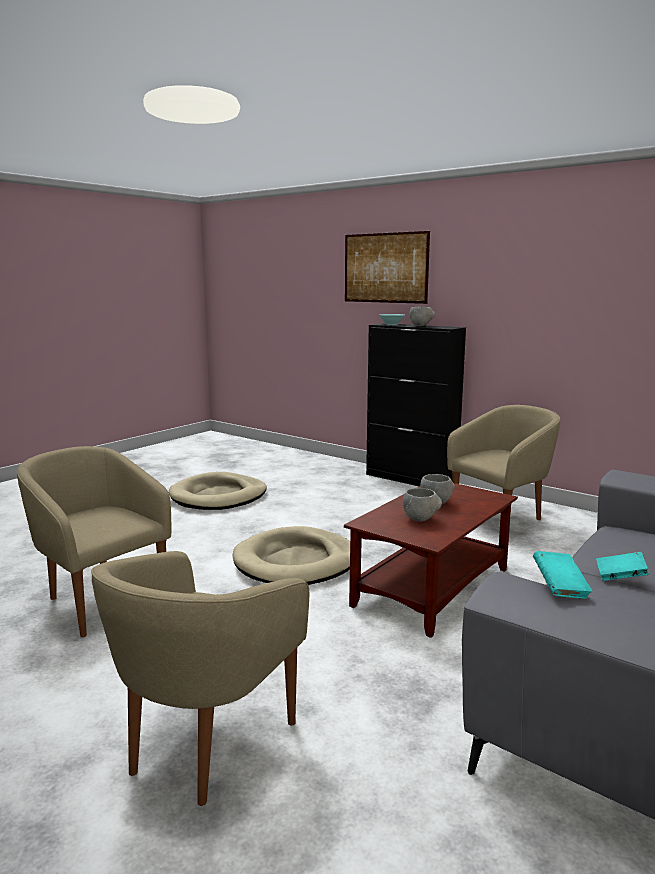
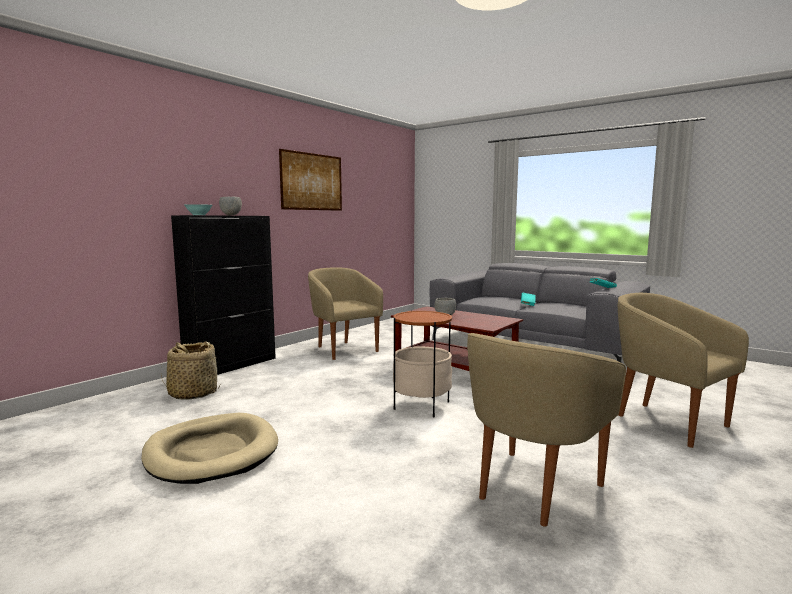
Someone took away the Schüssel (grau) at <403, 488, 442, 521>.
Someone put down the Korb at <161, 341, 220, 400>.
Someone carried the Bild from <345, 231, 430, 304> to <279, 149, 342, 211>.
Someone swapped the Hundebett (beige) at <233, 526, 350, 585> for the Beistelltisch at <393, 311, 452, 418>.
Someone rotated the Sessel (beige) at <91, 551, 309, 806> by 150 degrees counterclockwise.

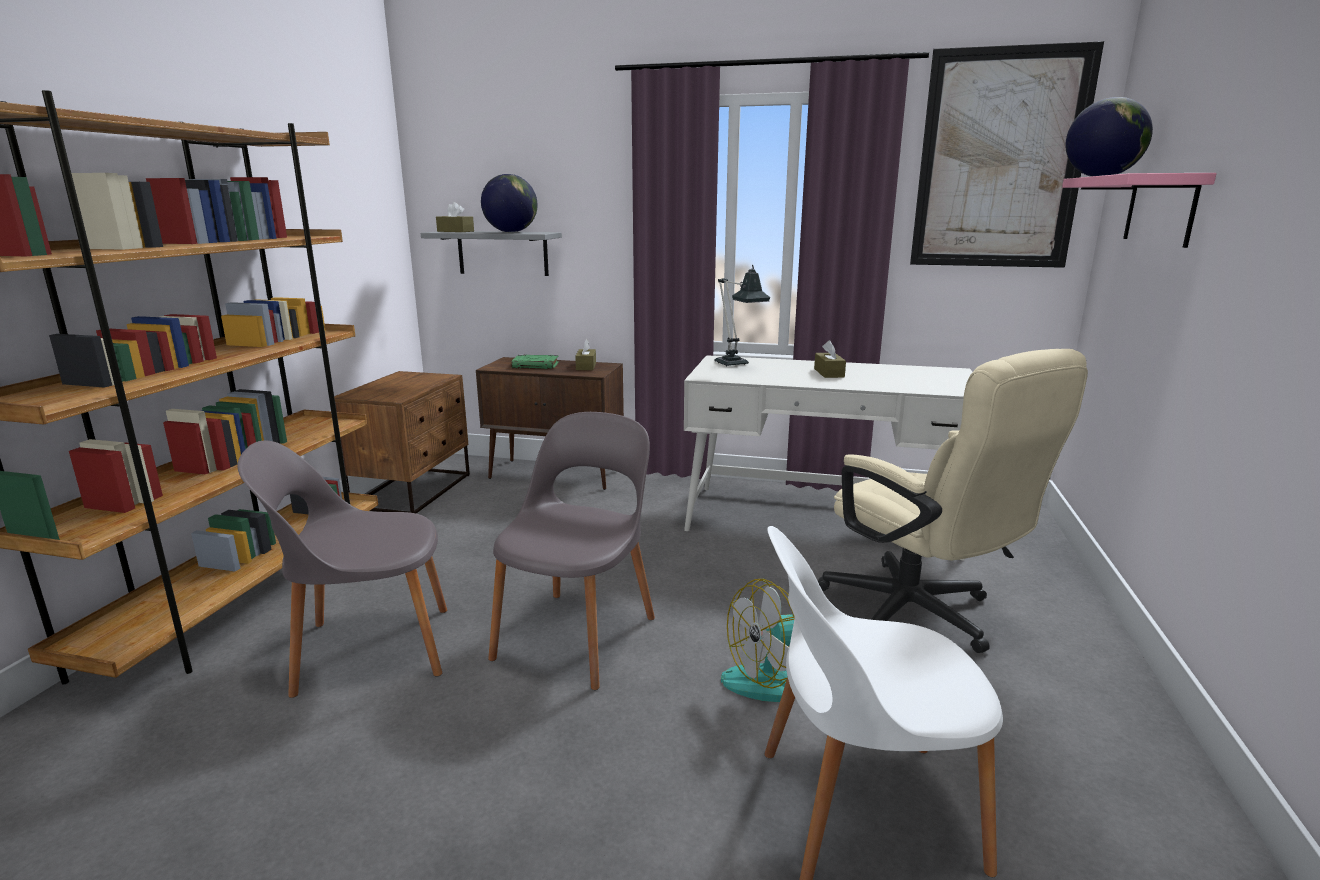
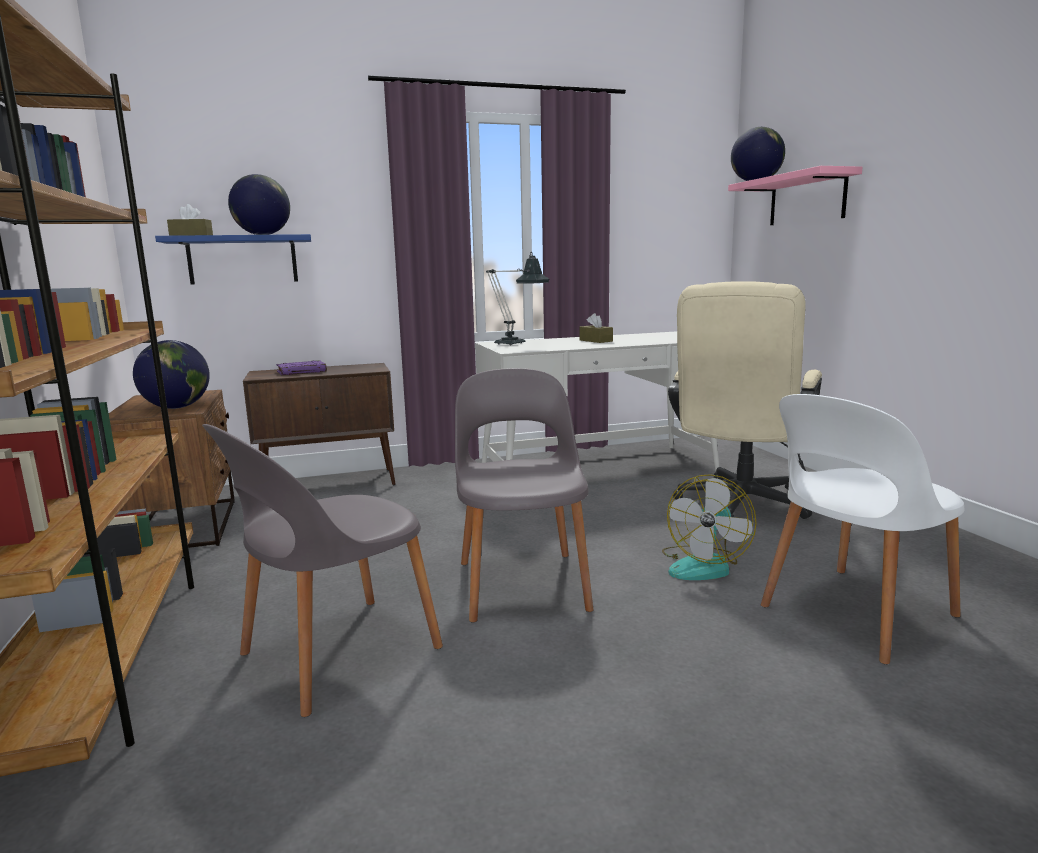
Someone took away the Taschentuchbox (braun) at <575, 339, 596, 370>.
Someone took away the Bild at <910, 41, 1104, 268>.
Someone put down the Globus at <133, 340, 210, 409>.
Someone repainted the Wandregal (grau) at <421, 231, 562, 276>, which became the Wandregal (blau) at <155, 234, 311, 284>.
Someone repainted the Buch (grün) at <511, 354, 559, 369>, which became the Buch (lila) at <276, 360, 327, 375>.
Someone rotated the Bürostuhl (beige) at <818, 349, 1088, 653> by 90 degrees clockwise.

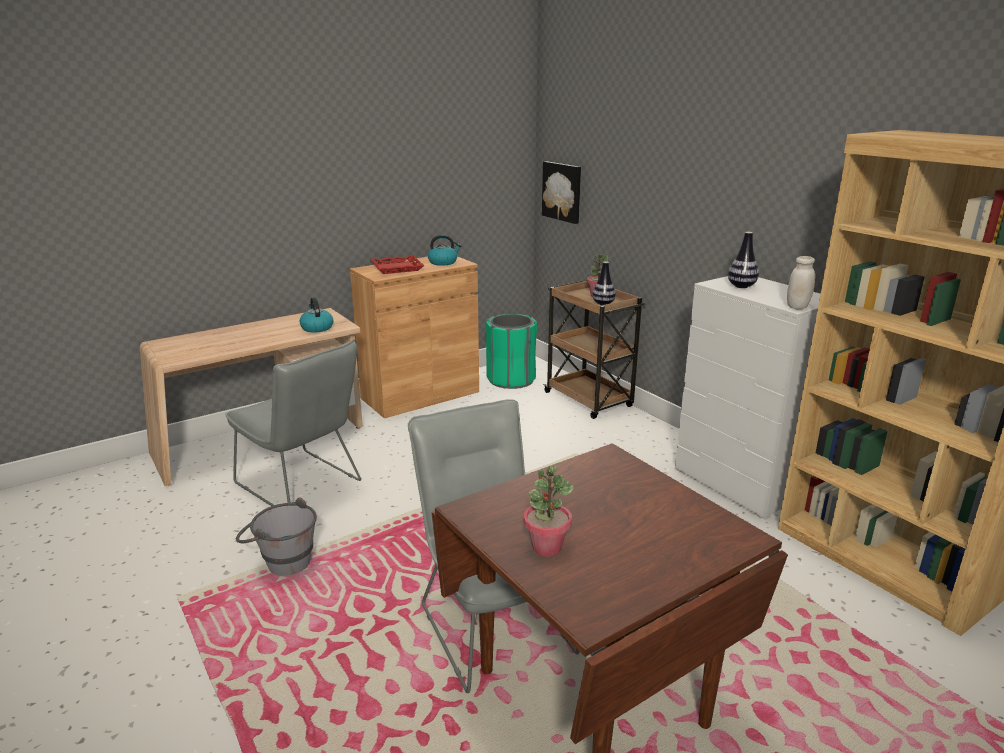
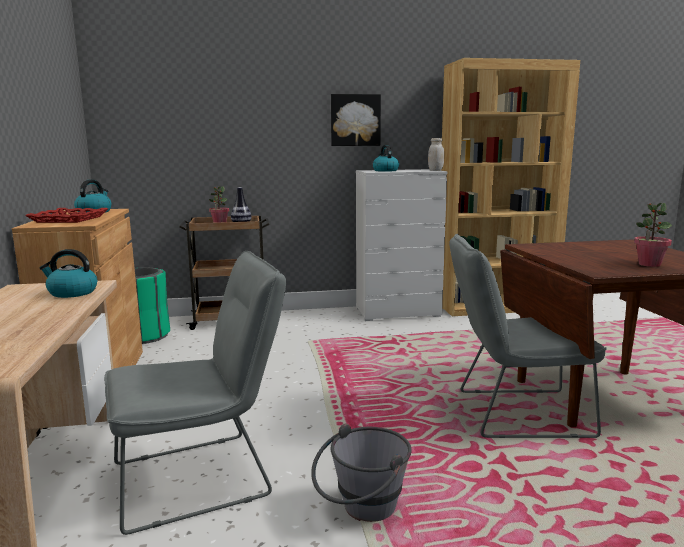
Someone carried the Bild from <542, 161, 581, 224> to <331, 94, 381, 146>.
Someone swapped the Vase at <728, 232, 759, 288> for the Wasserkessel at <373, 145, 399, 172>.

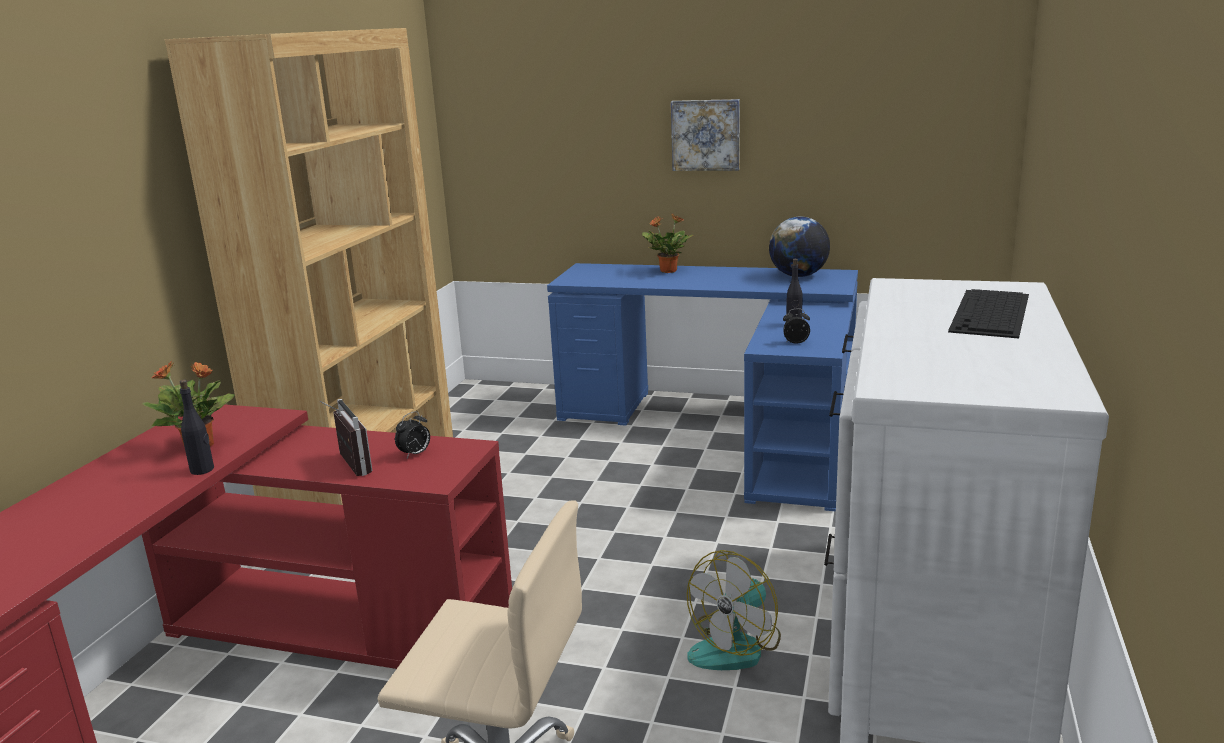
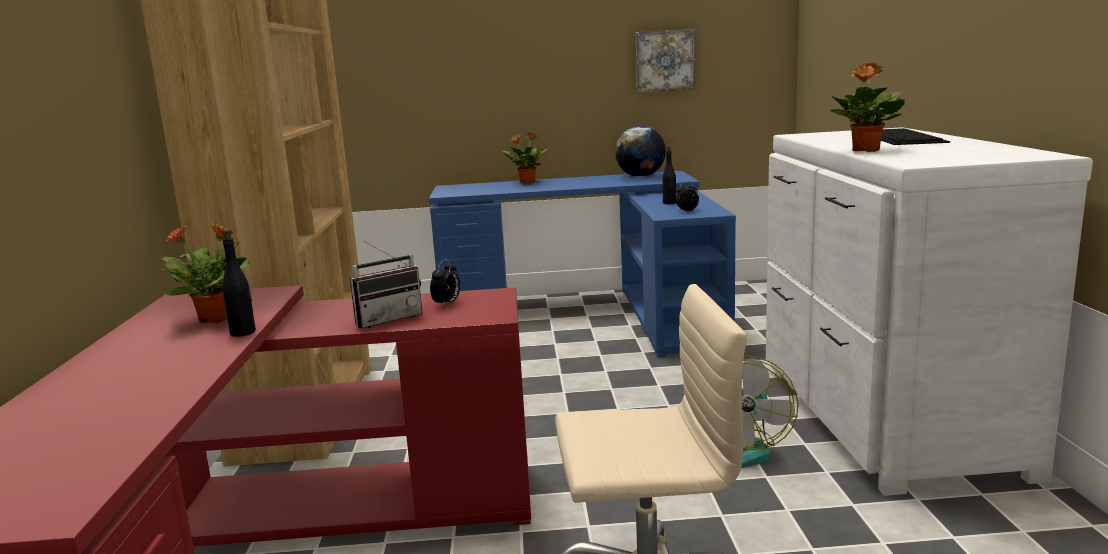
Someone put down the Topfpflanze at <830, 63, 905, 152>.
Someone carried the Bild from <671, 99, 740, 171> to <636, 29, 695, 92>.
Someone rotated the Radio at <320, 399, 372, 476> by 105 degrees clockwise.

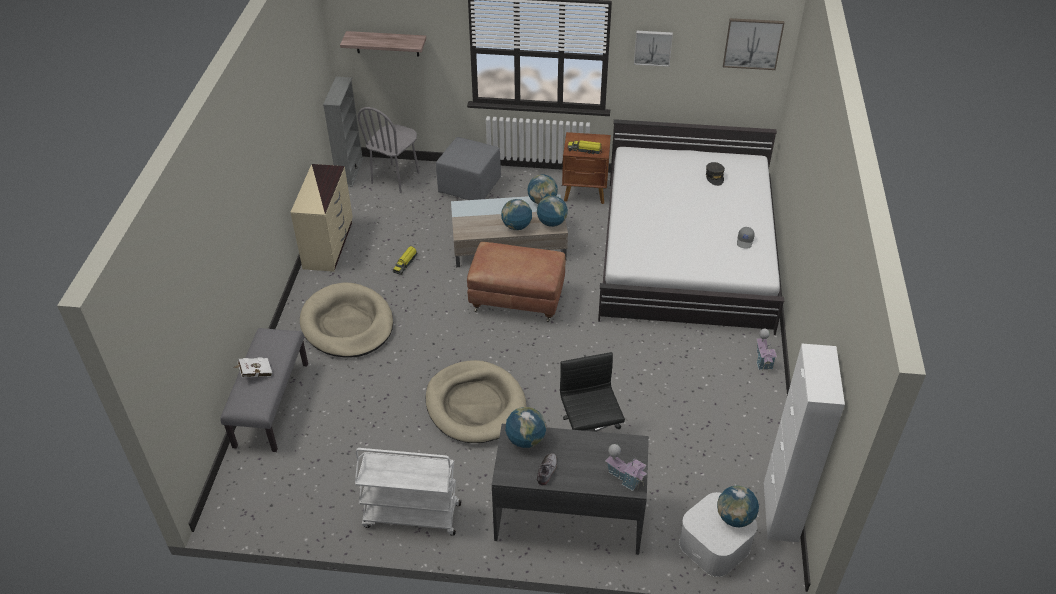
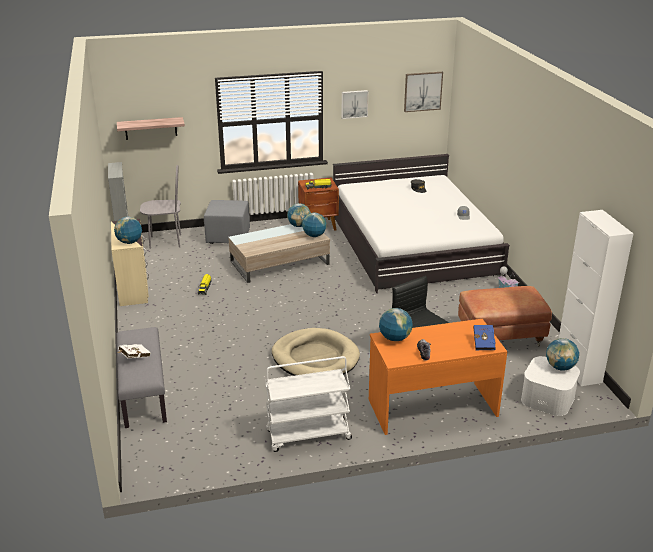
Someone took away the Hundebett (beige) at <300, 282, 393, 357>.
Someone carried the Polsterhocker (braun) from <467, 242, 566, 322> to <458, 286, 552, 347>.
Someone carried the Globus from <501, 199, 532, 230> to <114, 217, 142, 244>.
Someone swapped the Spielzeughaus at <605, 444, 647, 491> for the Buch (blau) at <473, 324, 496, 350>.
Someone repainted the Schreibtisch (grau) at <492, 424, 649, 555>, which became the Schreibtisch (orange) at <369, 319, 507, 435>.
Someone rotated the Stuhl (grau) at <357, 107, 419, 193> by 105 degrees counterclockwise.

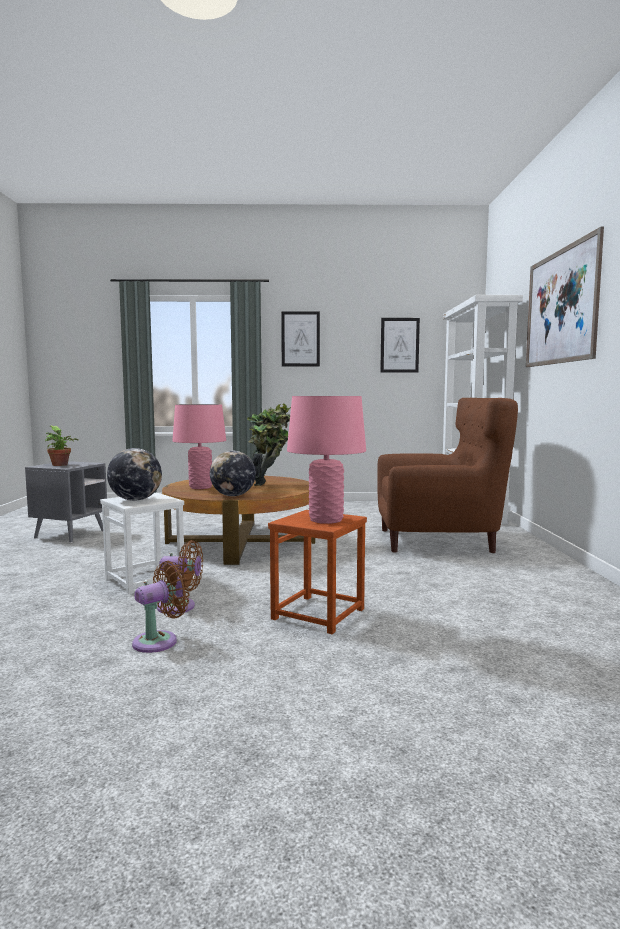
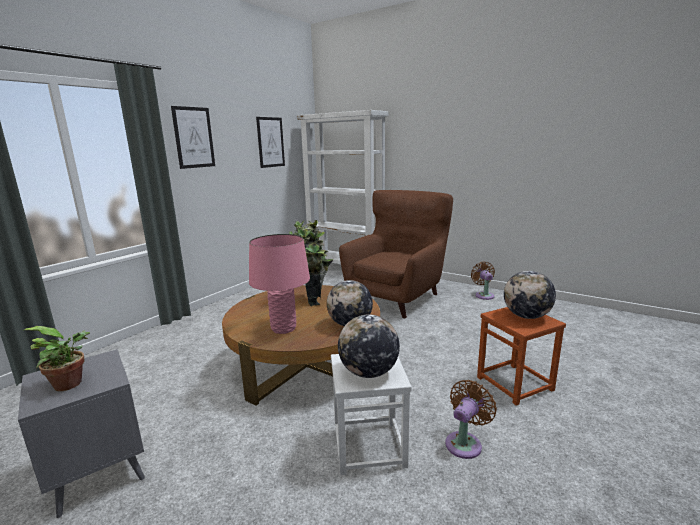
Someone took away the Bild at <526, 227, 604, 367>.
Someone carried the Ventilator (braun) from <132, 561, 189, 653> to <471, 262, 495, 300>.
Someone swapped the Tischlampe (rosa) at <287, 396, 366, 524> for the Globus at <504, 271, 556, 319>.

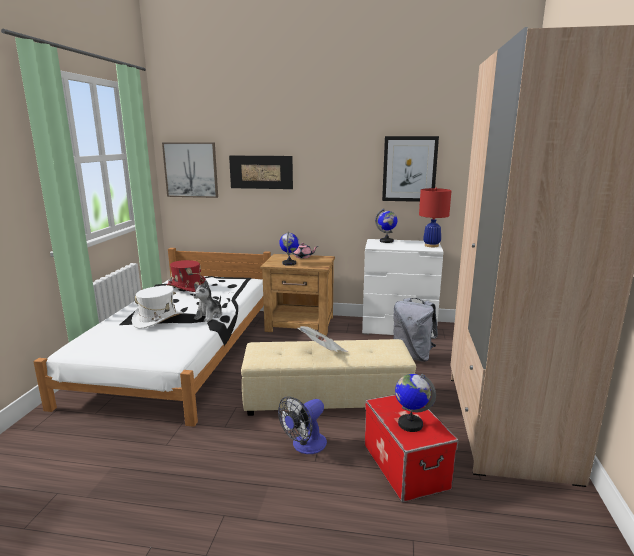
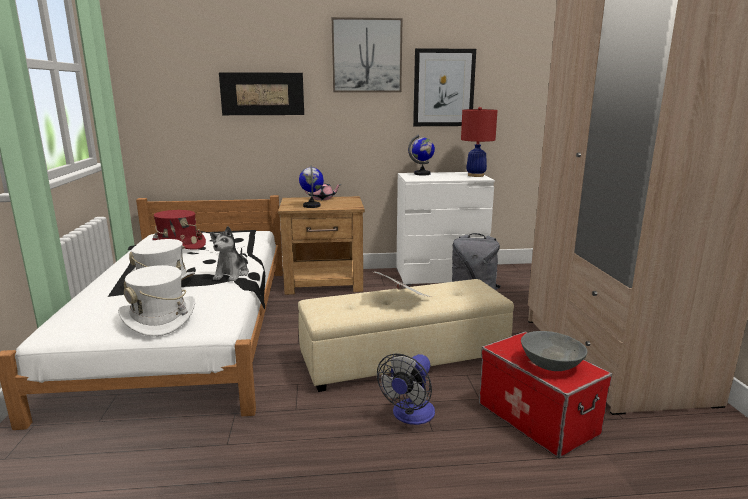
Someone put down the Hut (weiß) at <118, 265, 195, 336>.
Someone carried the Bild from <162, 142, 218, 198> to <332, 17, 402, 92>.
Someone swapped the Globus at <395, 374, 436, 432> for the Schüssel (grau) at <521, 331, 587, 371>.

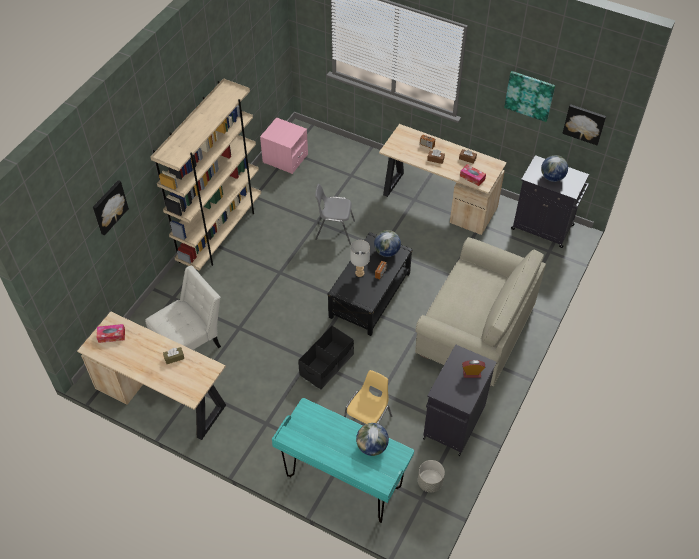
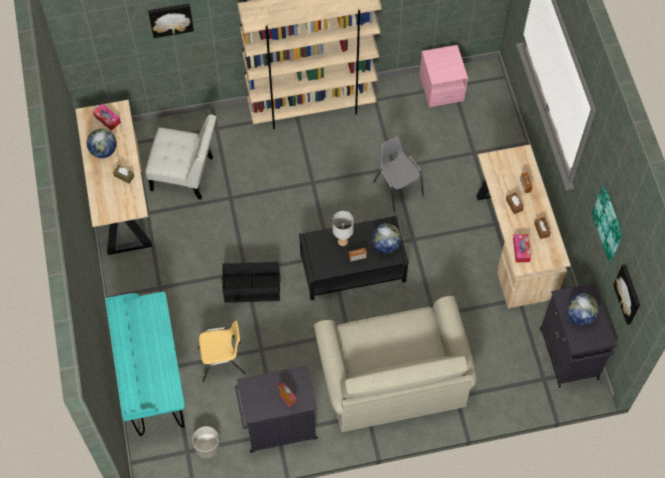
Someone carried the Globus from <356, 423, 389, 456> to <87, 129, 117, 158>.

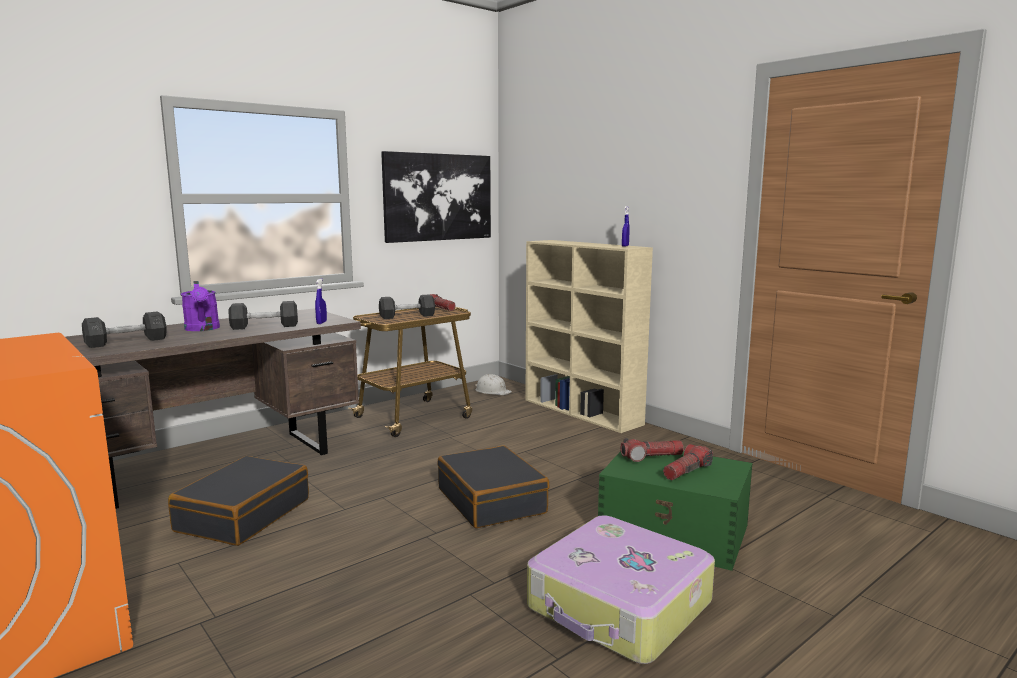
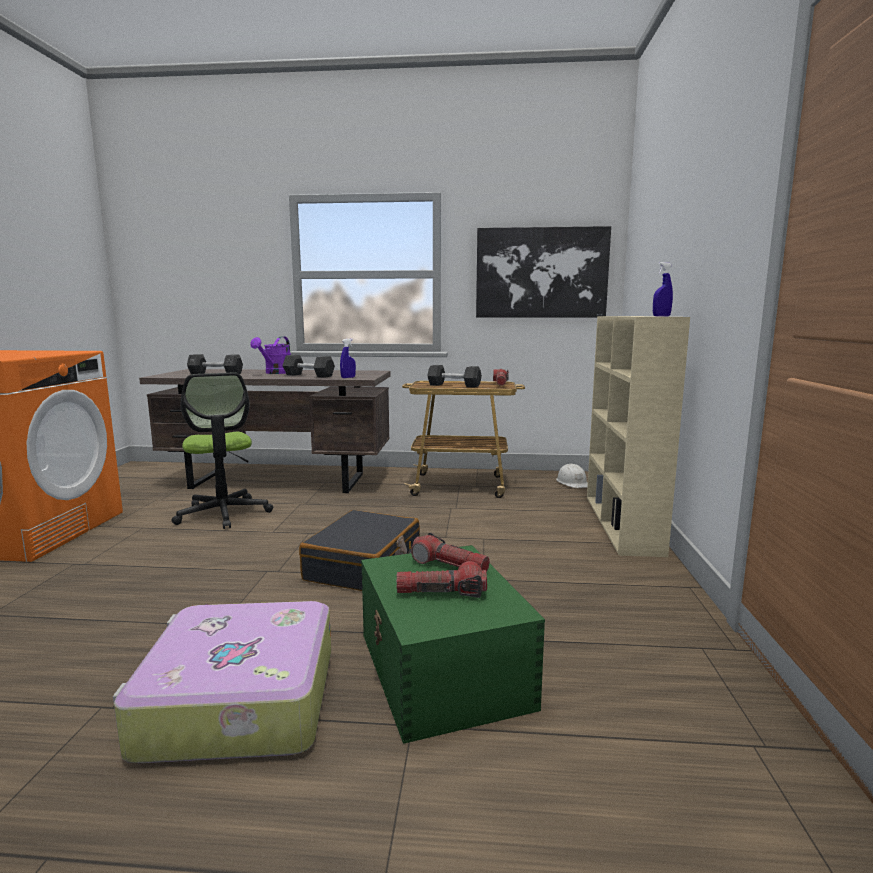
Someone swapped the Koffer (schwarz) at <168, 456, 309, 546> for the Bürostuhl at <171, 373, 273, 529>.

